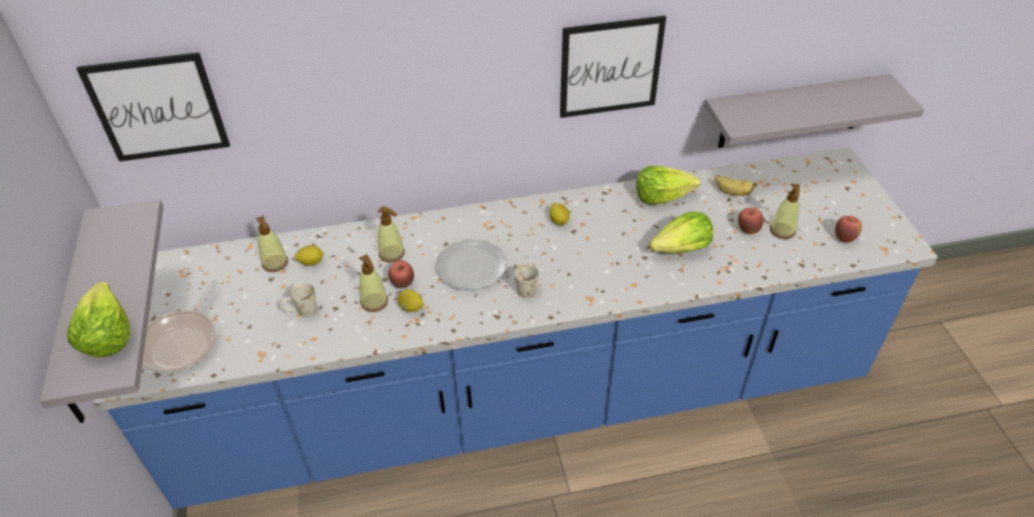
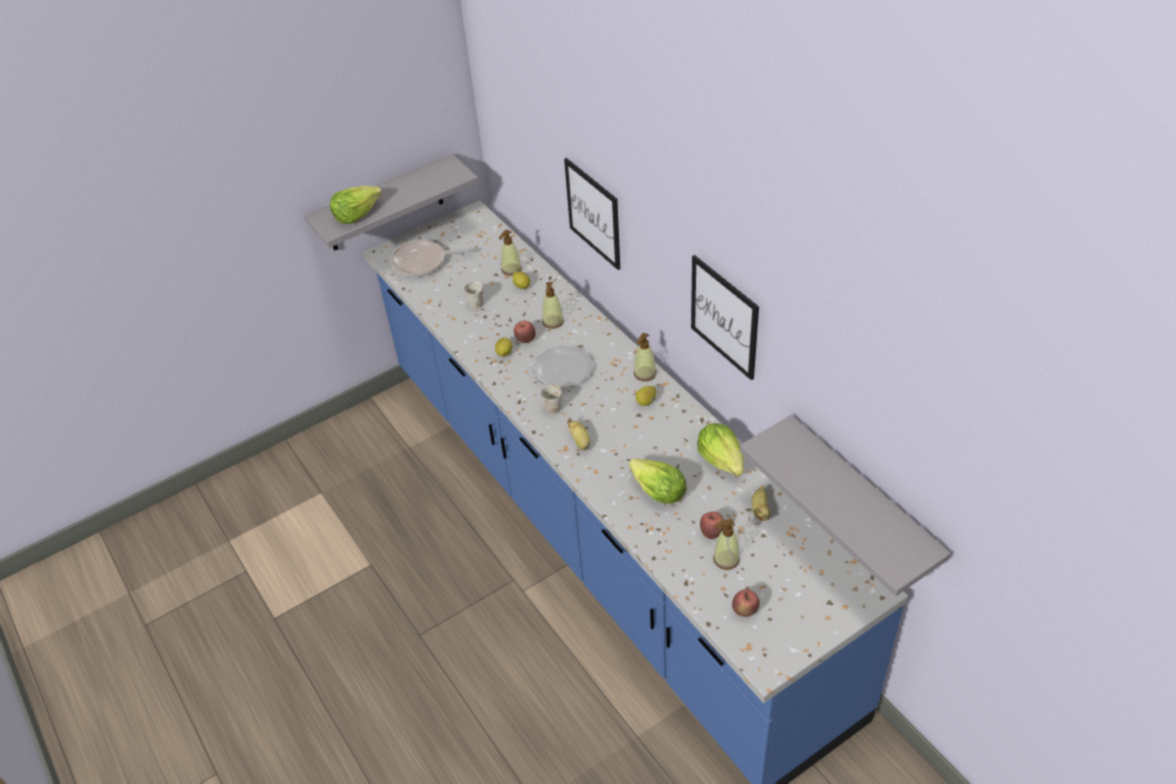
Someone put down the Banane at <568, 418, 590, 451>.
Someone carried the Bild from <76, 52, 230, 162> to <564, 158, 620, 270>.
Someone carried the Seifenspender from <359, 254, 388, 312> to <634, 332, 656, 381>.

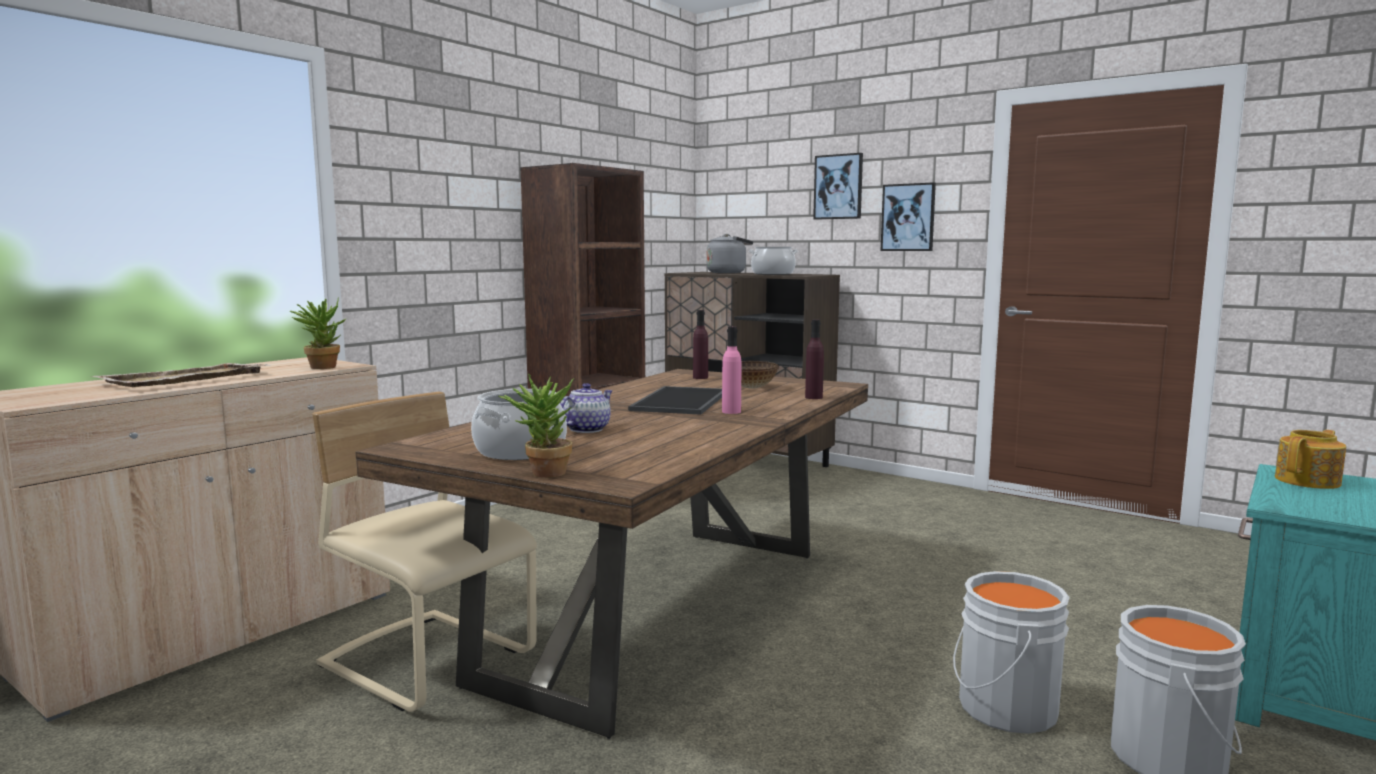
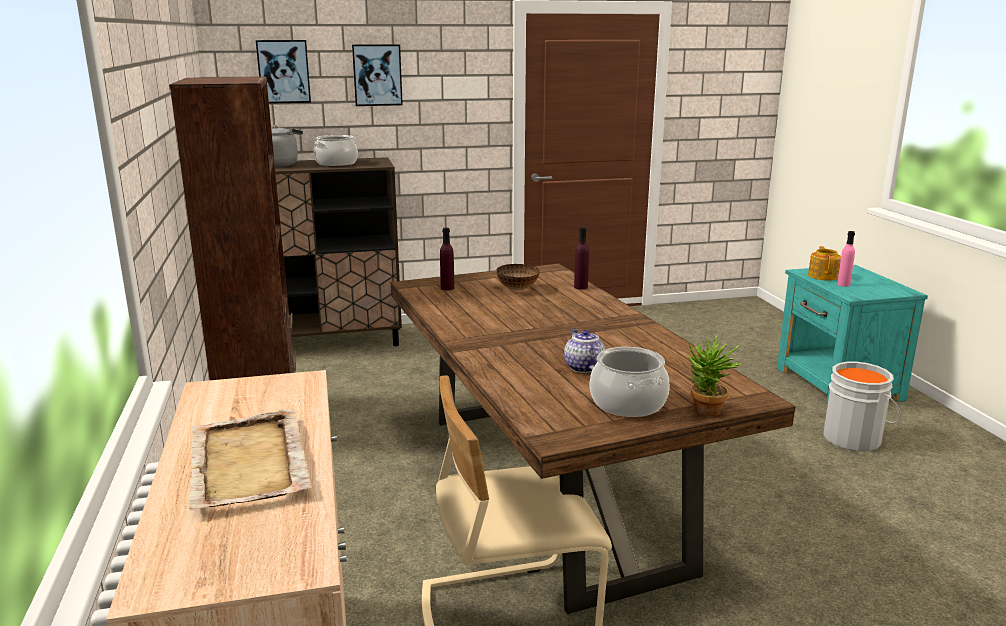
Someone took away the Topfpflanze at <290, 297, 346, 369>.
Someone took away the Tablett at <628, 386, 722, 415>.
Someone took away the Eimer (grau) at <953, 571, 1070, 734>.
Someone carried the Flasche (rosa) from <722, 326, 741, 414> to <837, 231, 855, 287>.
Someone carried the Bild from <881, 182, 936, 251> to <256, 40, 311, 104>.

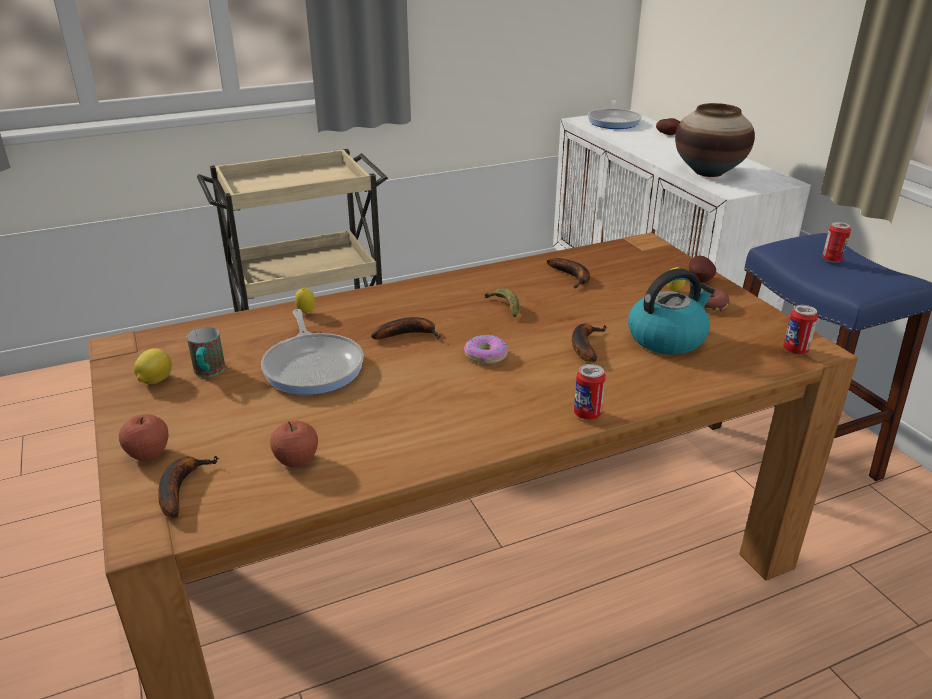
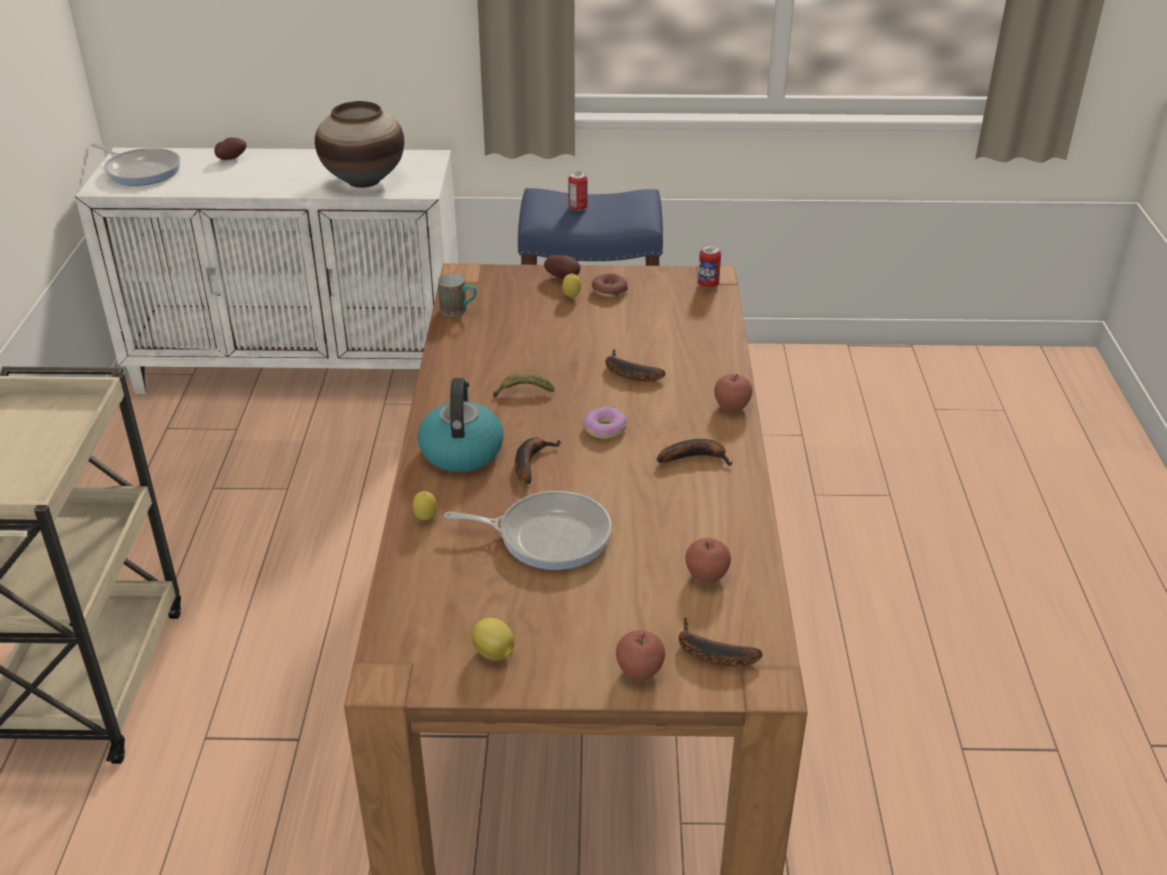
Someone carried the Henkelbecher from <187, 327, 225, 377> to <438, 274, 477, 317>.
Someone carried the Banane from <547, 258, 590, 288> to <657, 439, 732, 466>.
Someone carried the Wasserkessel from <628, 268, 715, 355> to <418, 378, 504, 472>.
Someone swapped the Dose at <574, 364, 606, 420> for the Apfel at <714, 374, 752, 412>.

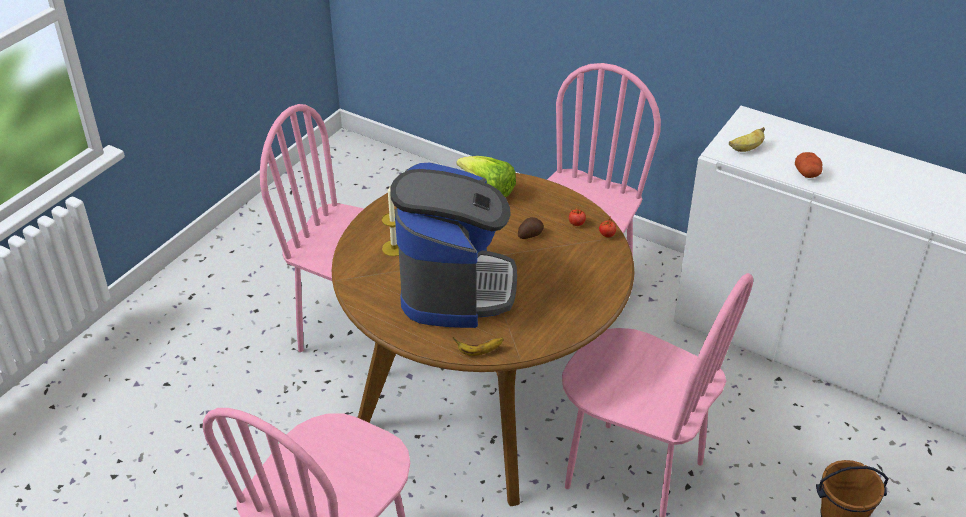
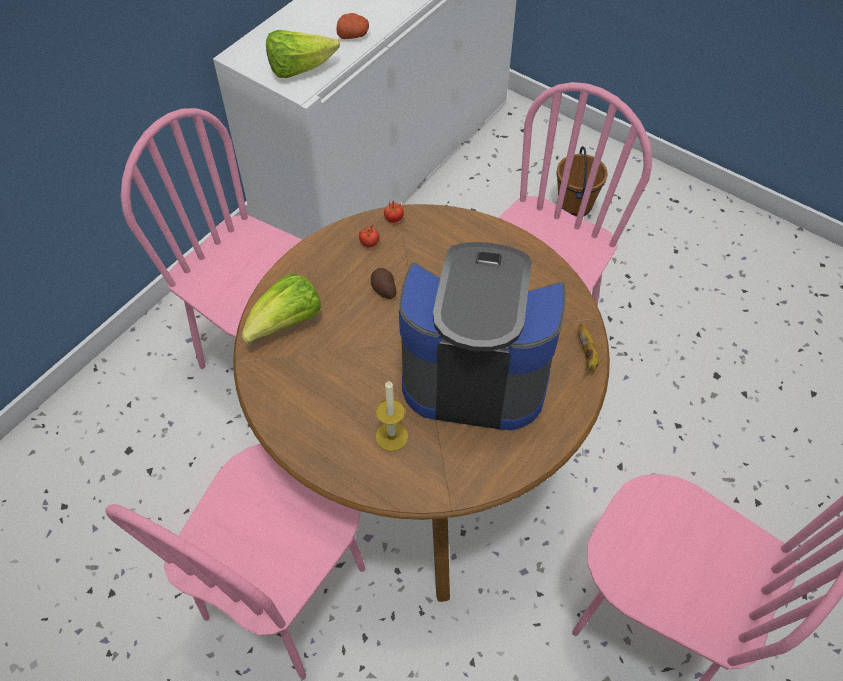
Someone swapped the Banane at <729, 127, 765, 152> for the Salatkopf at <266, 30, 340, 78>.

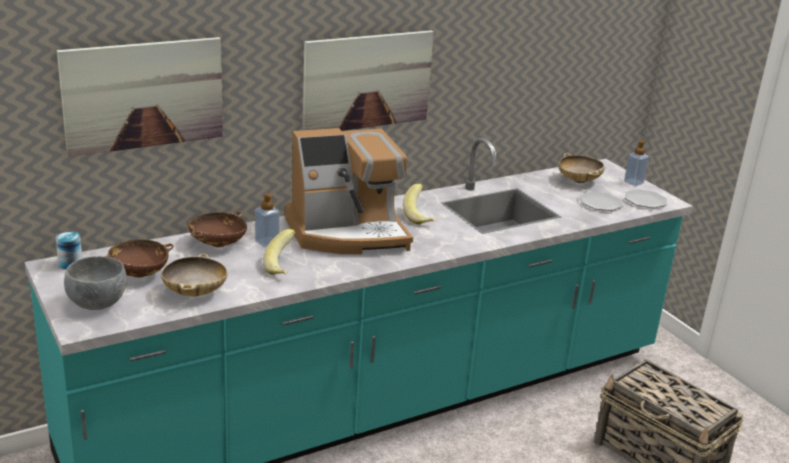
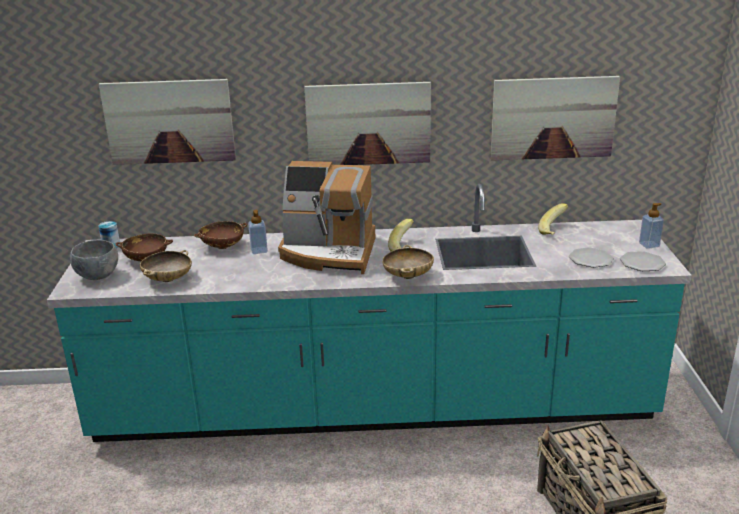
Someone put up the Bild at <491, 76, 620, 161>.
Someone carried the Banane from <263, 229, 296, 275> to <538, 203, 568, 235>.
Someone carried the Schüssel (beige) from <559, 153, 604, 183> to <382, 245, 434, 279>.

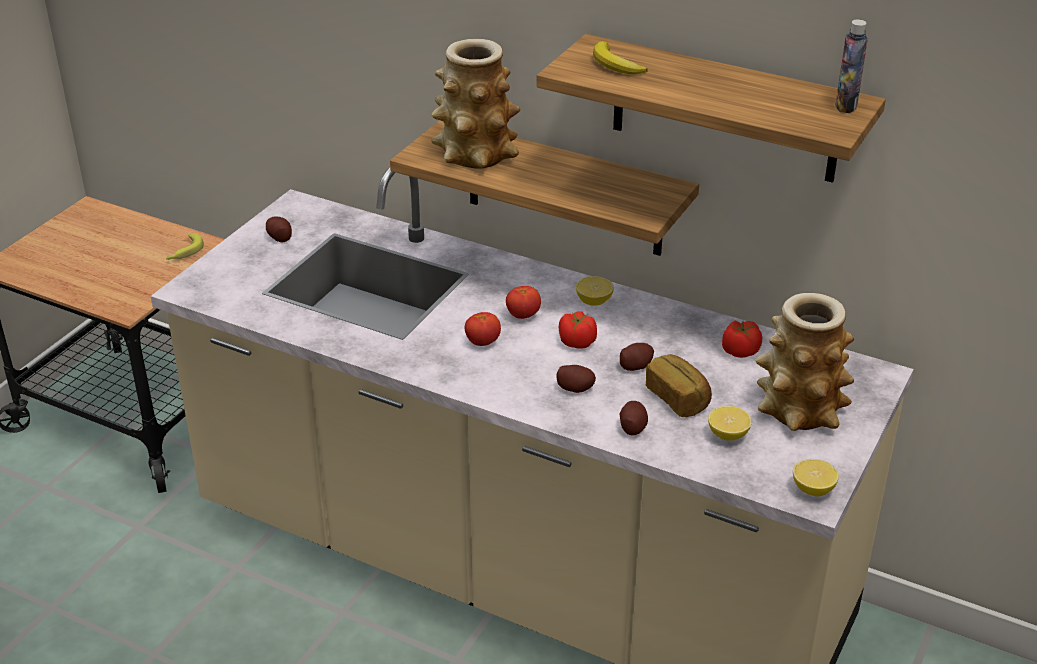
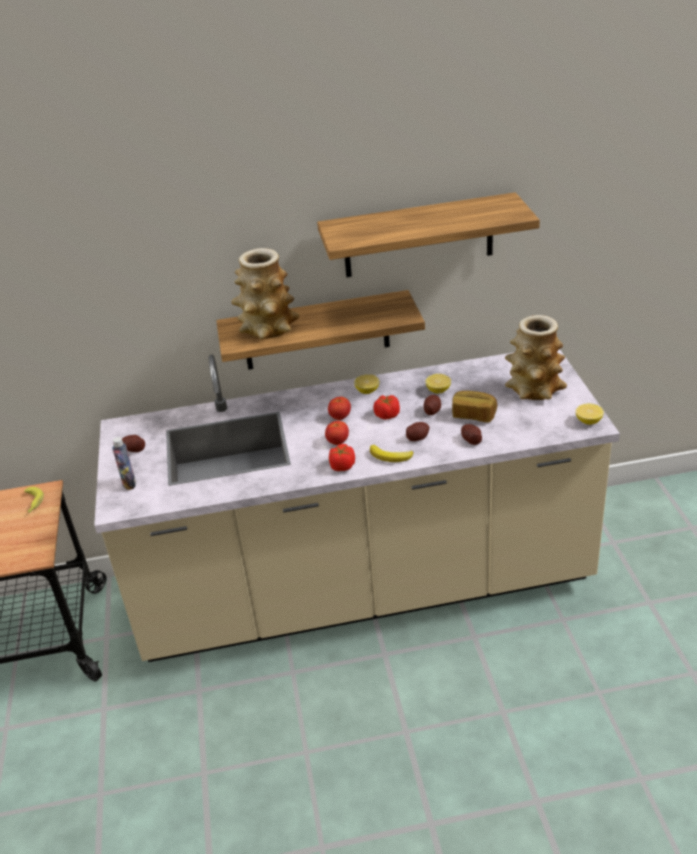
Someone carried the Banane from <593, 41, 648, 75> to <370, 445, 414, 462>.
Someone carried the Zitrone from <708, 406, 752, 441> to <426, 374, 451, 393>.
Someone carried the Tomate from <722, 321, 762, 358> to <329, 444, 355, 471>.
Someone carried the Flasche from <835, 20, 868, 113> to <112, 437, 136, 490>.

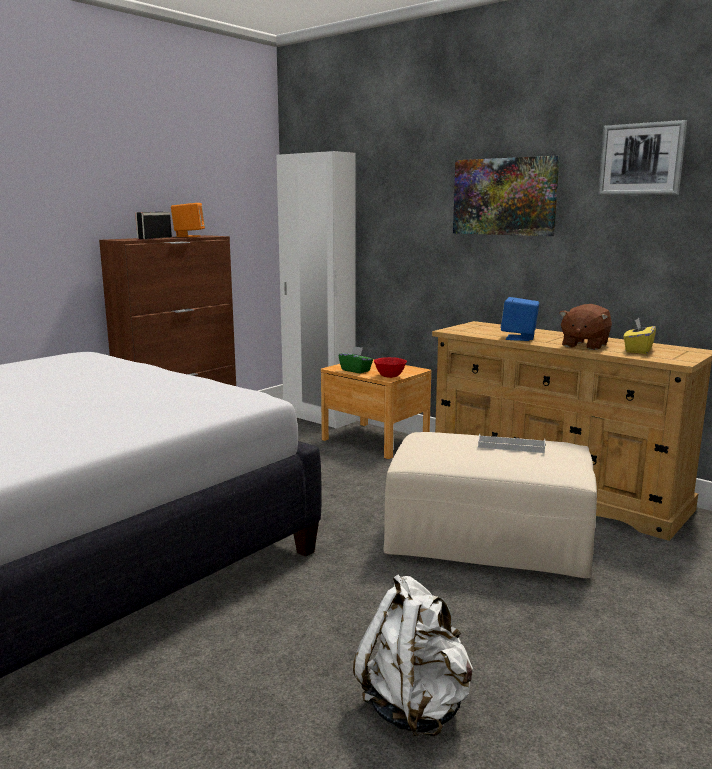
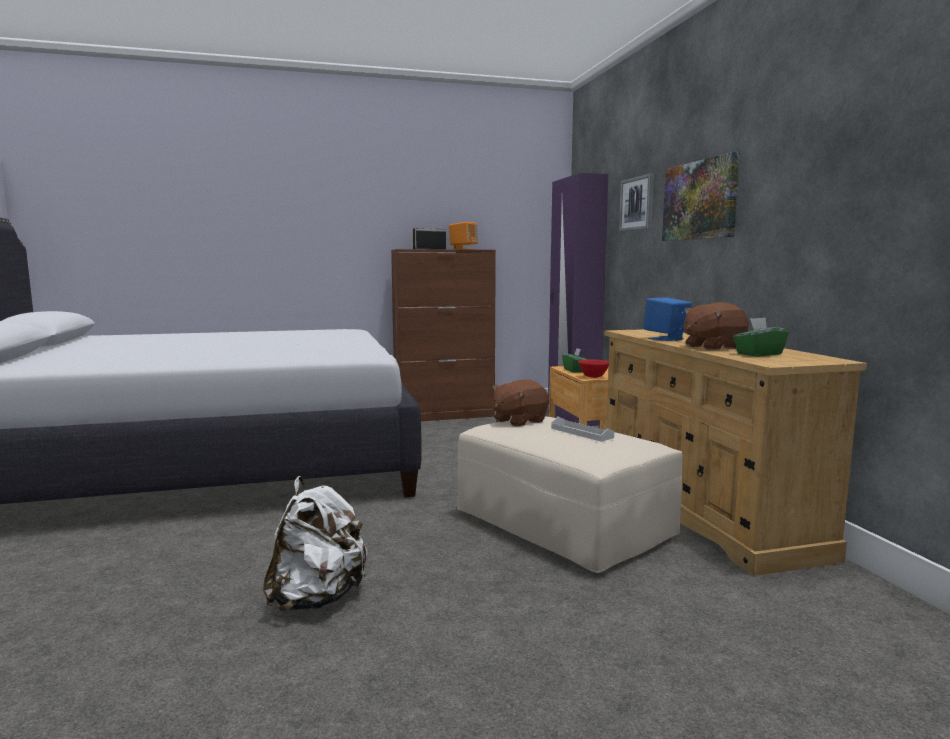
Someone put down the Plüschtier (braun) at <492, 380, 549, 427>.
Someone carried the Bild from <598, 120, 687, 196> to <619, 173, 654, 232>.
Someone repainted the Kleiderschrank (weiß) at <276, 151, 356, 429>, which became the Kleiderschrank (lila) at <548, 173, 608, 426>.
Someone repainted the Taschentuchbox (gelb) at <623, 318, 656, 354>, which became the Taschentuchbox (grün) at <733, 317, 789, 357>.

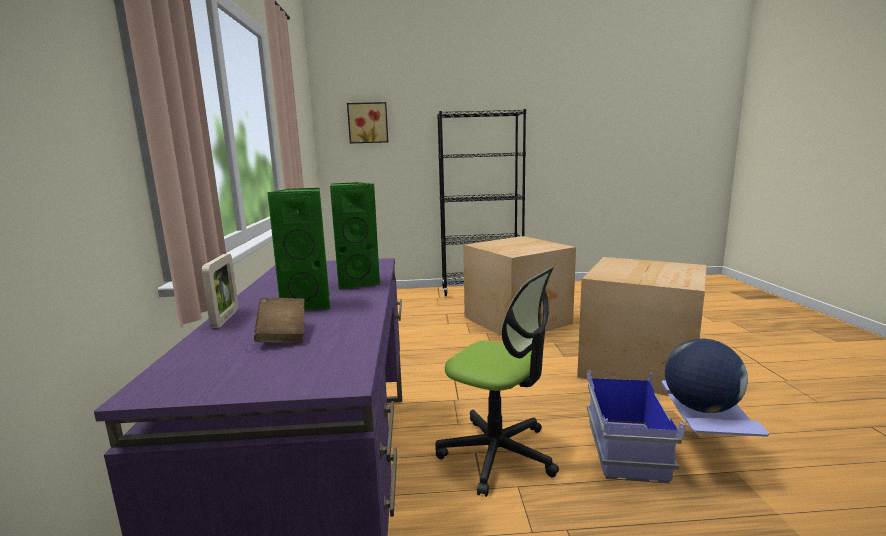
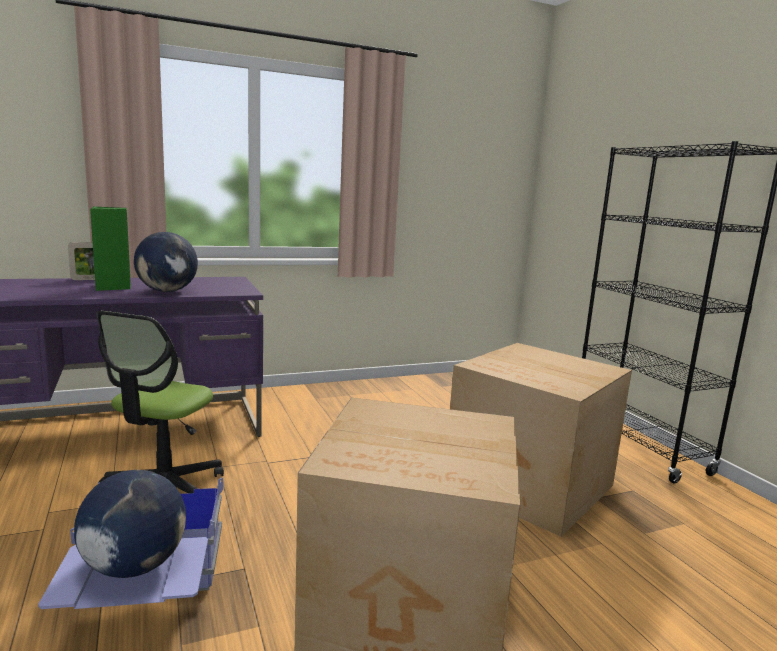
Someone took away the Buch (braun) at <254, 297, 305, 343>.
Someone took away the Bild at <347, 102, 388, 144>.
Someone swapped the Lautsprecher (grün) at <330, 182, 381, 290> for the Globus at <134, 232, 198, 292>.

